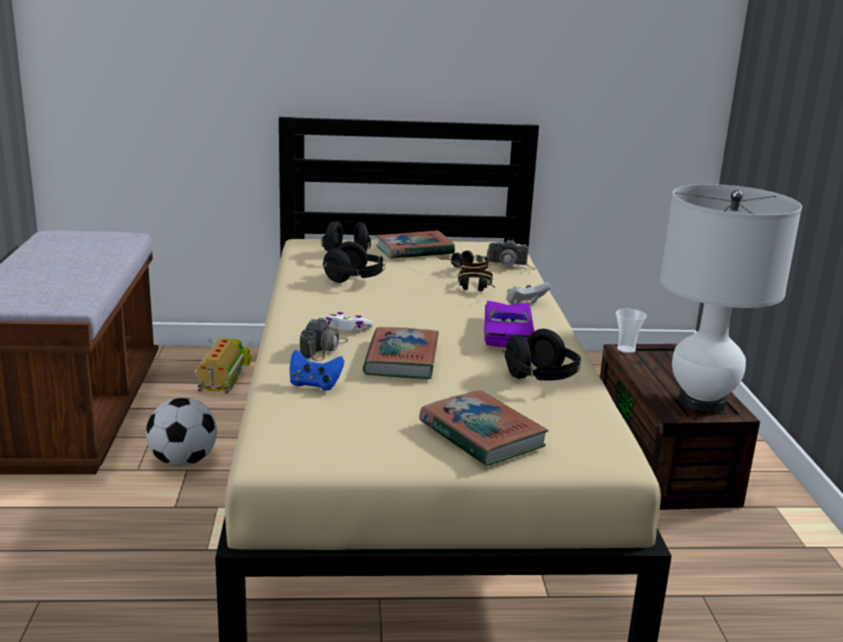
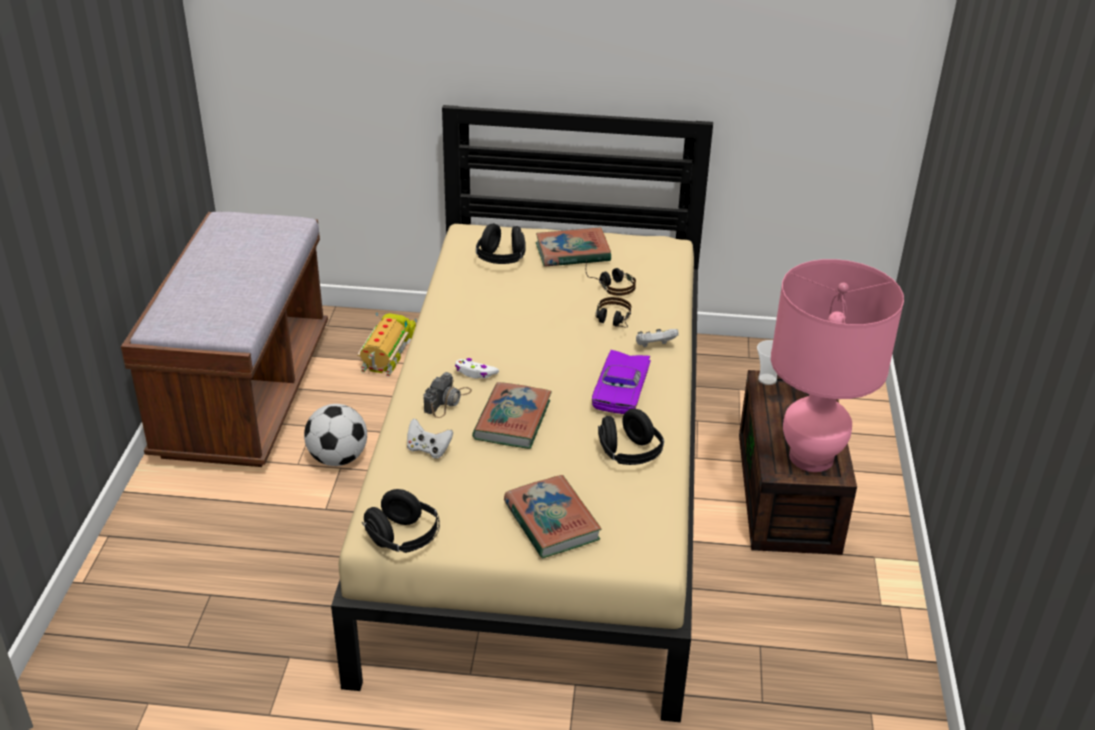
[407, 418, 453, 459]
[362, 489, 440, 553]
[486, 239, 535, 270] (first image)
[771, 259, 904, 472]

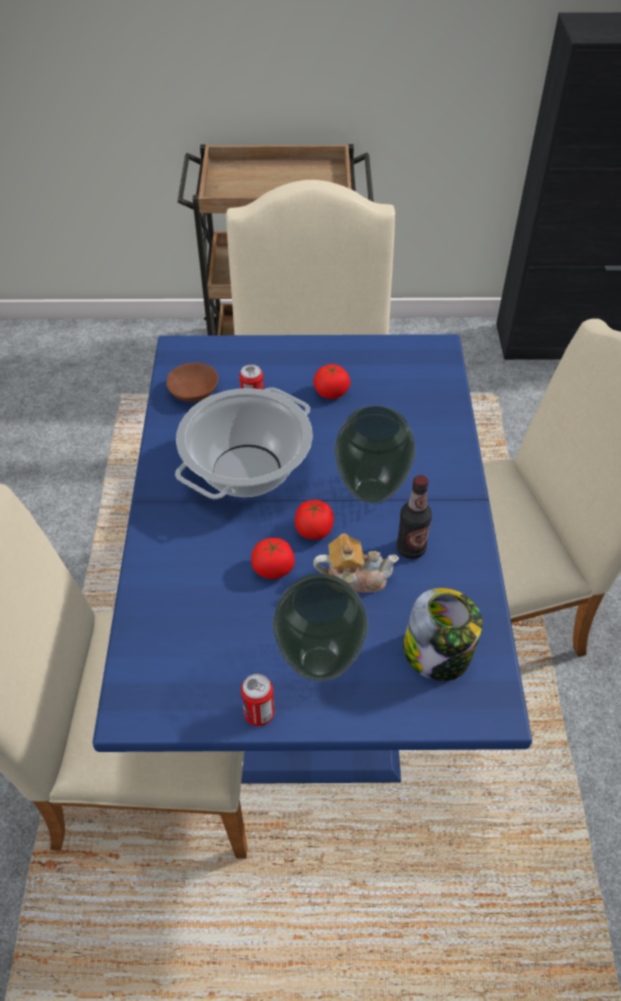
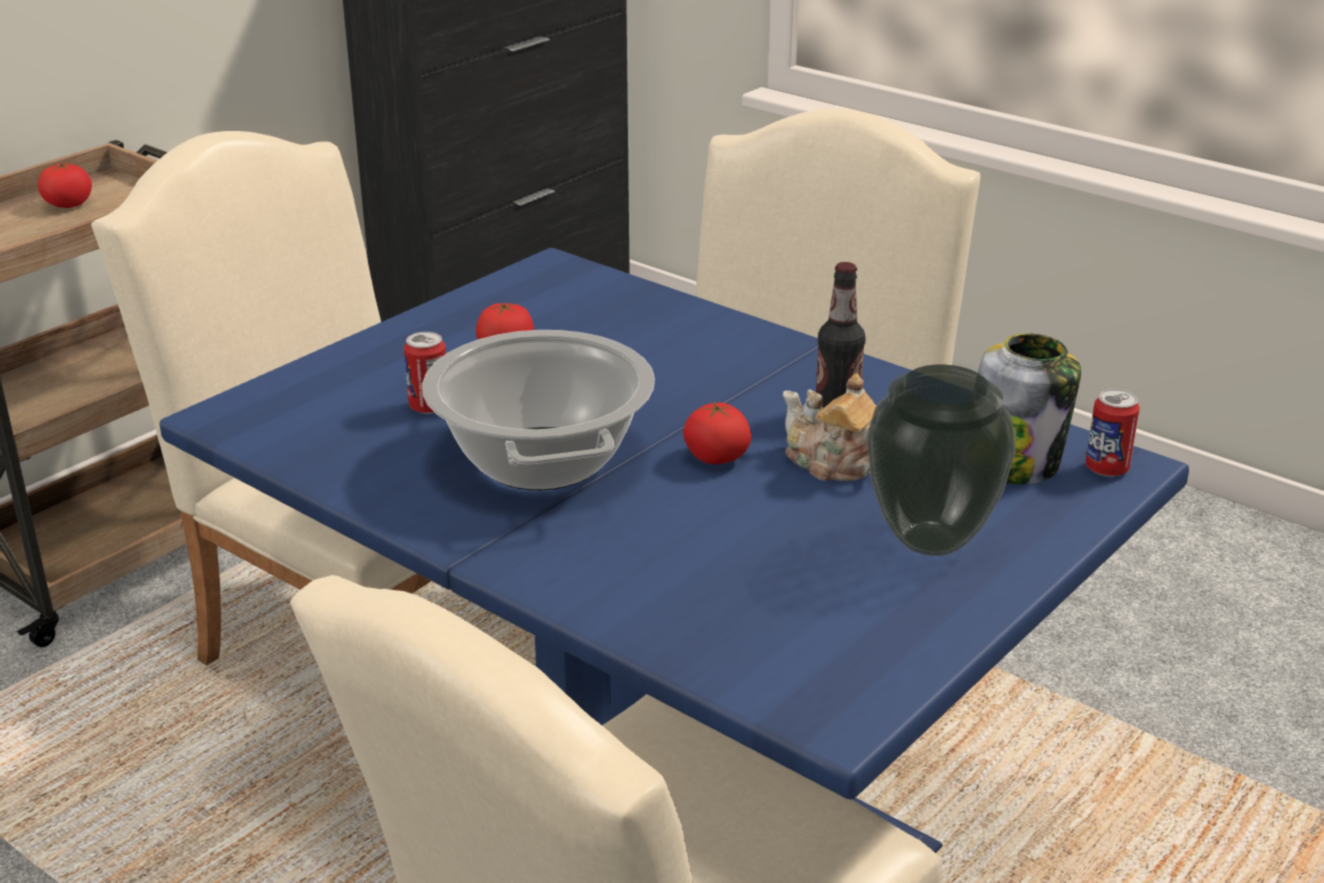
[166, 363, 218, 402] (first image)
[1086, 389, 1140, 477]
[38, 162, 92, 208]
[783, 373, 876, 481]
[334, 406, 416, 503] (first image)

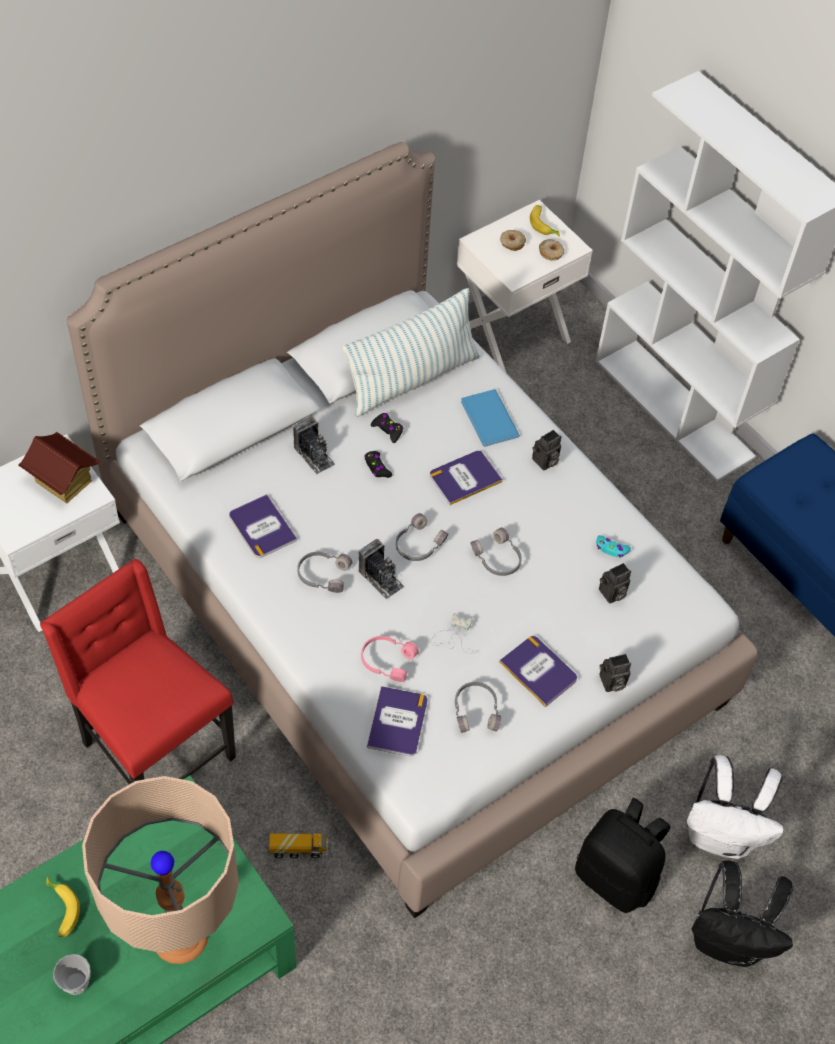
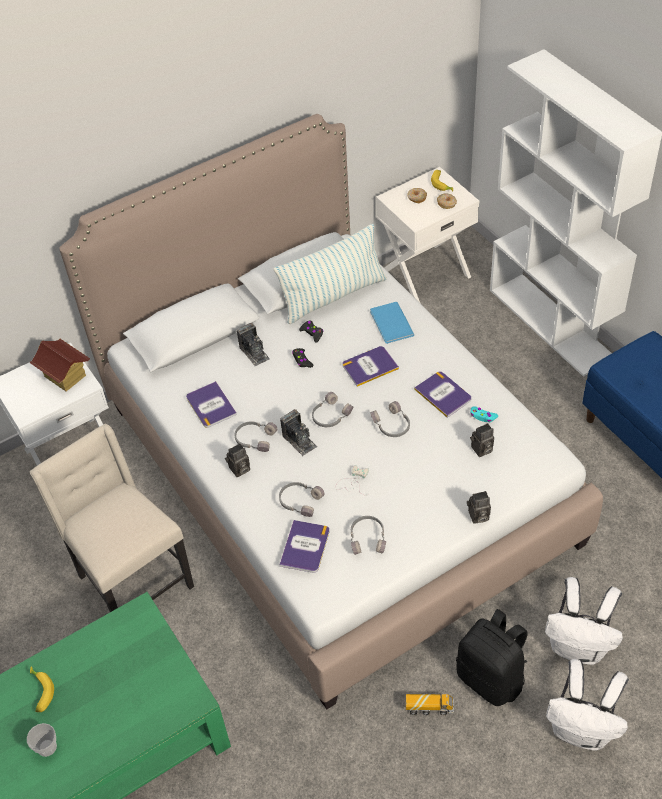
[30, 424, 194, 612]
[82, 776, 239, 964] (first image)
[406, 694, 454, 715]
[279, 482, 324, 517]
[414, 371, 471, 418]
[225, 443, 250, 477]
[546, 659, 629, 751]

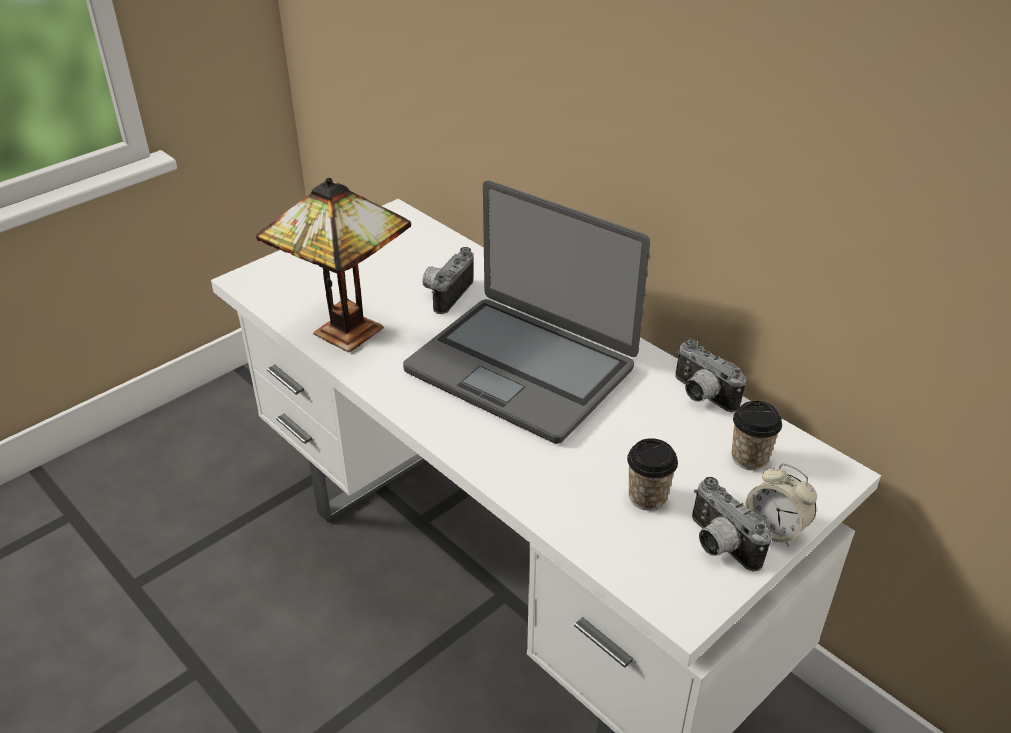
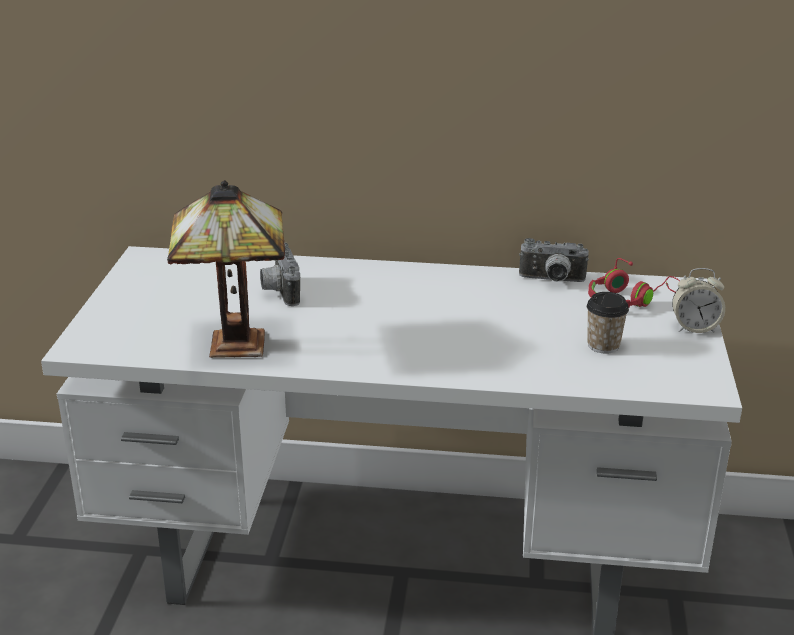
[403, 180, 650, 444] (first image)
[692, 477, 772, 572] (first image)
[588, 258, 680, 308]

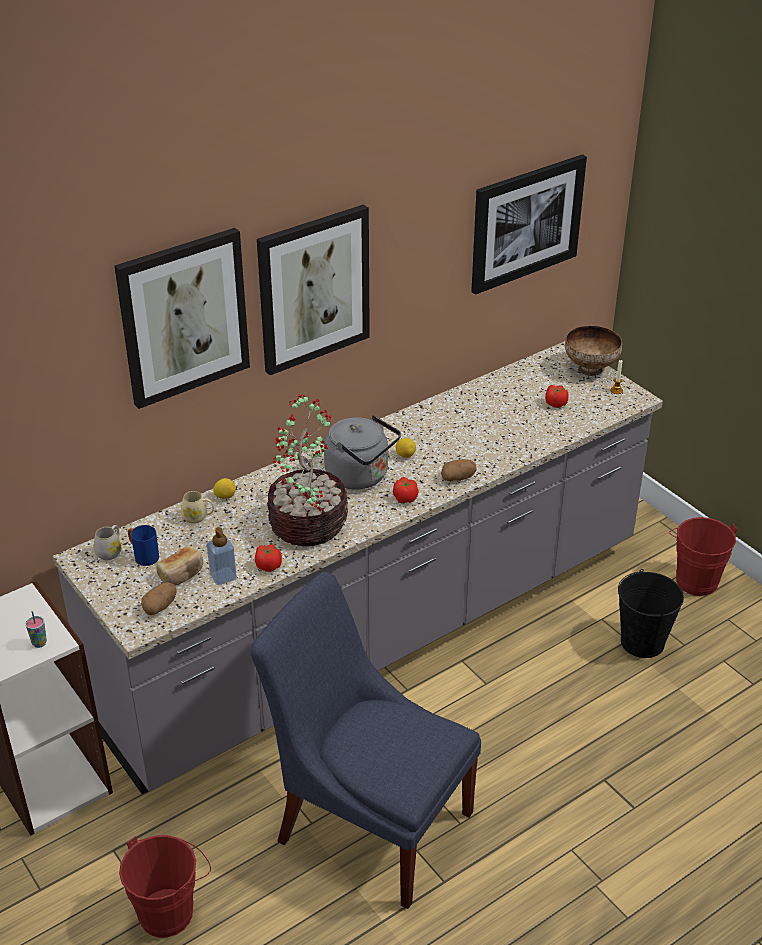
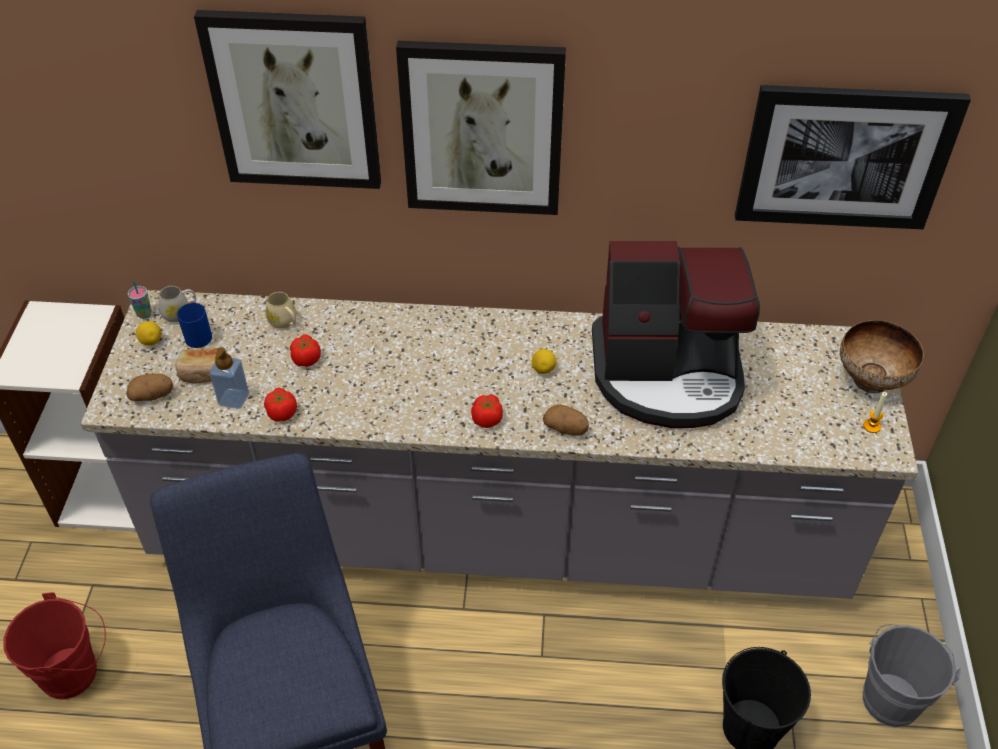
[128, 281, 152, 319]
[136, 321, 161, 346]
[267, 394, 348, 547] (first image)
[324, 415, 401, 490] (first image)
[290, 335, 321, 367]
[862, 624, 961, 728]
[592, 241, 760, 428]

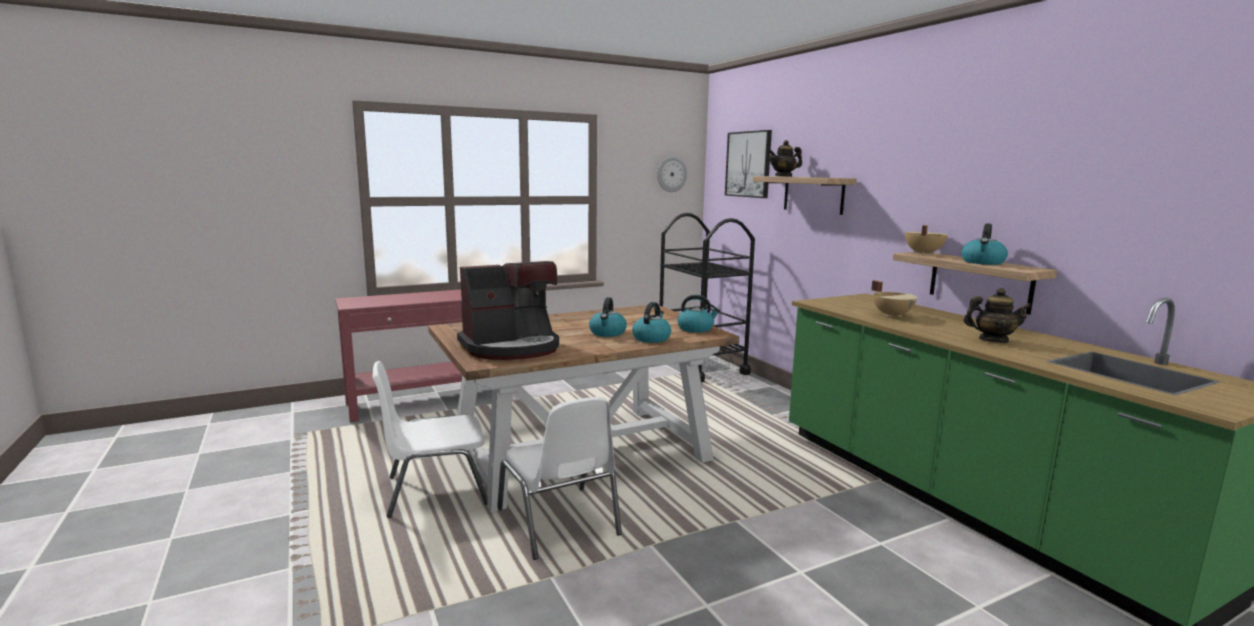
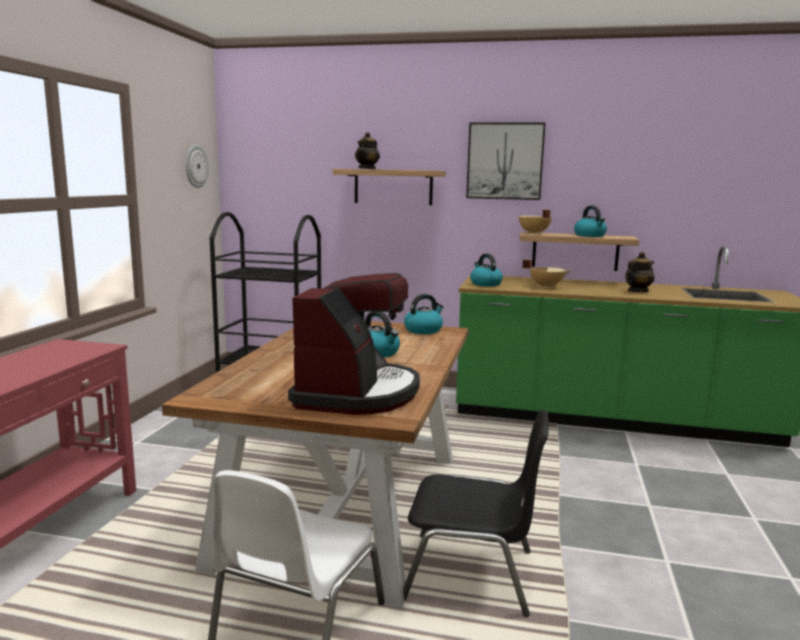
[403, 409, 549, 617]
[470, 254, 503, 286]
[466, 122, 545, 200]

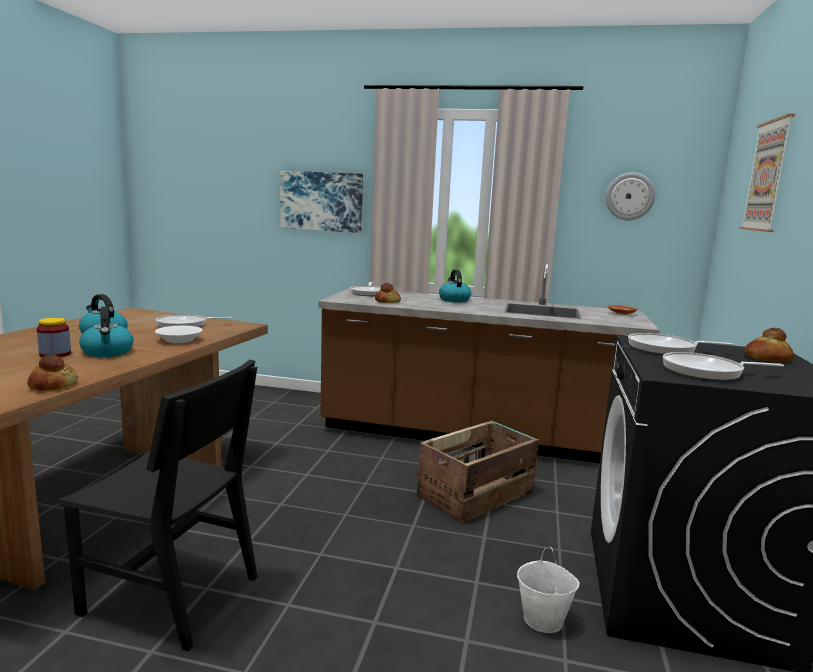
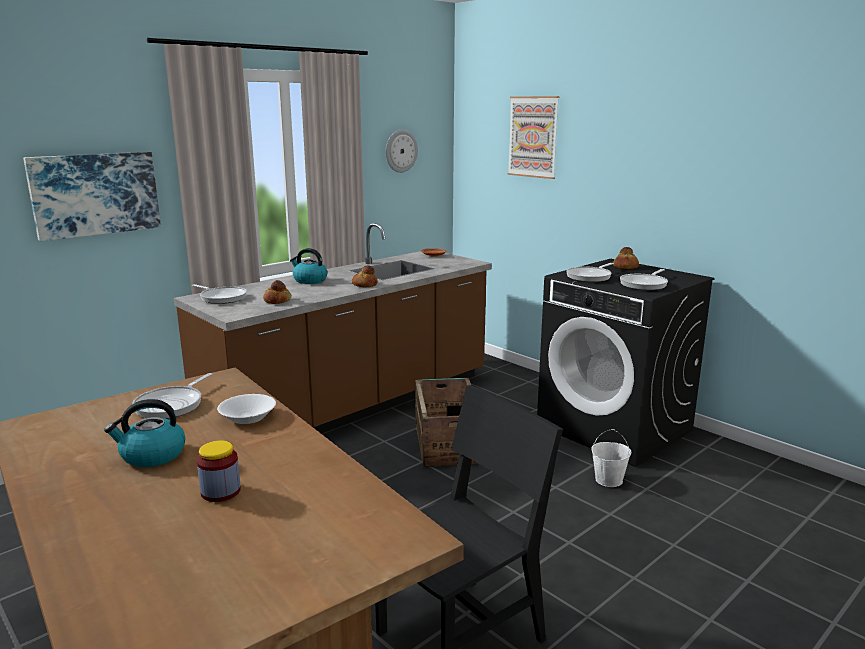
[352, 265, 378, 287]
[79, 307, 134, 357] (first image)

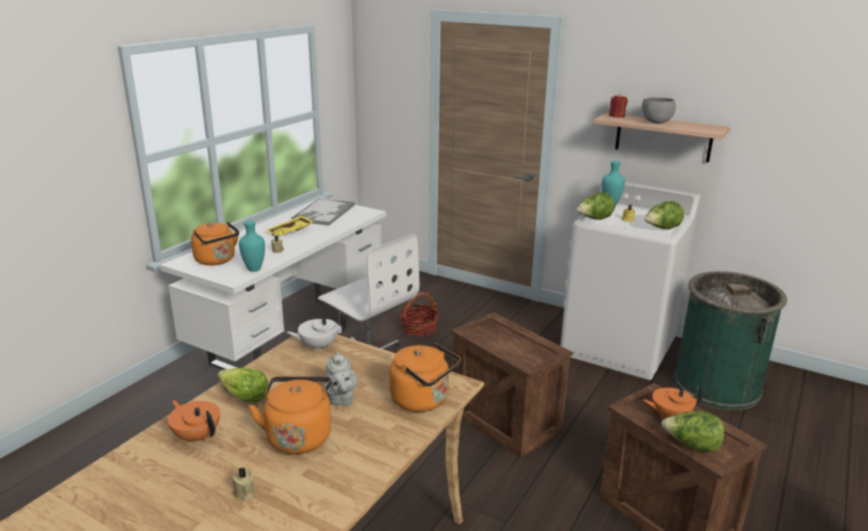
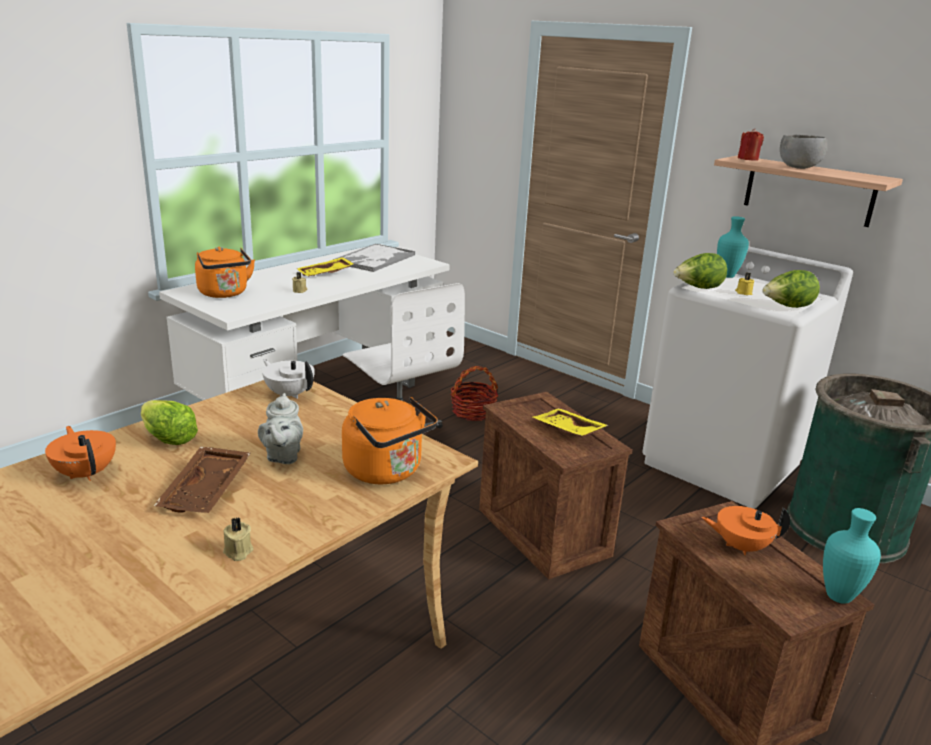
[223, 517, 253, 561]
[823, 508, 881, 604]
[154, 447, 251, 513]
[262, 359, 315, 399]
[661, 412, 724, 452] (first image)
[533, 408, 609, 437]

